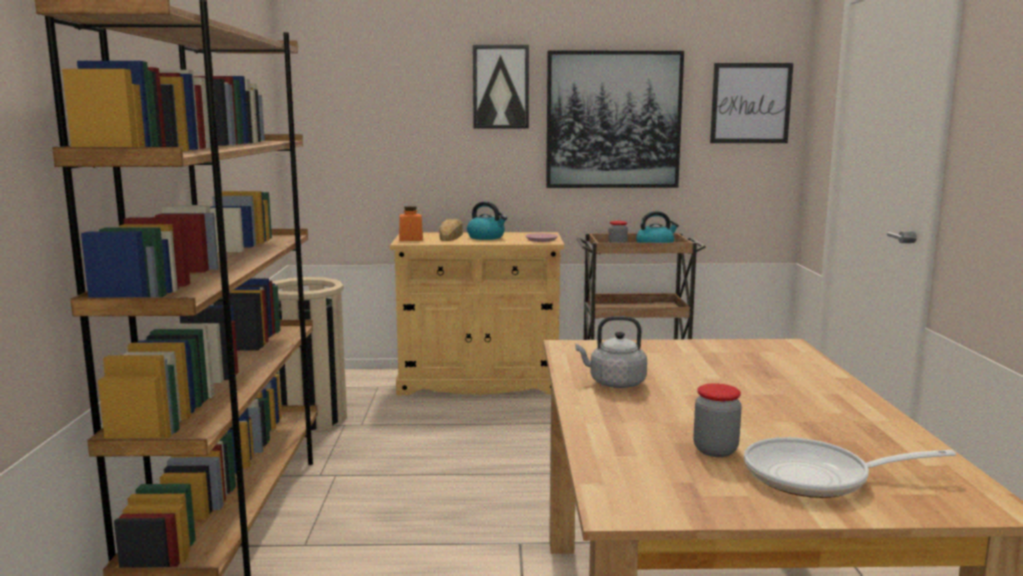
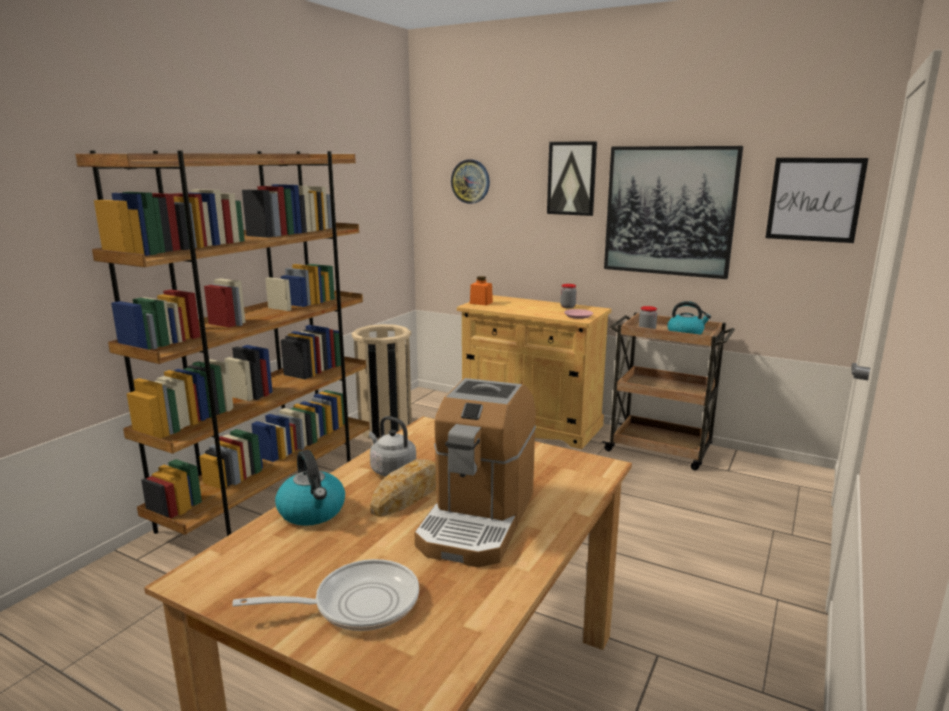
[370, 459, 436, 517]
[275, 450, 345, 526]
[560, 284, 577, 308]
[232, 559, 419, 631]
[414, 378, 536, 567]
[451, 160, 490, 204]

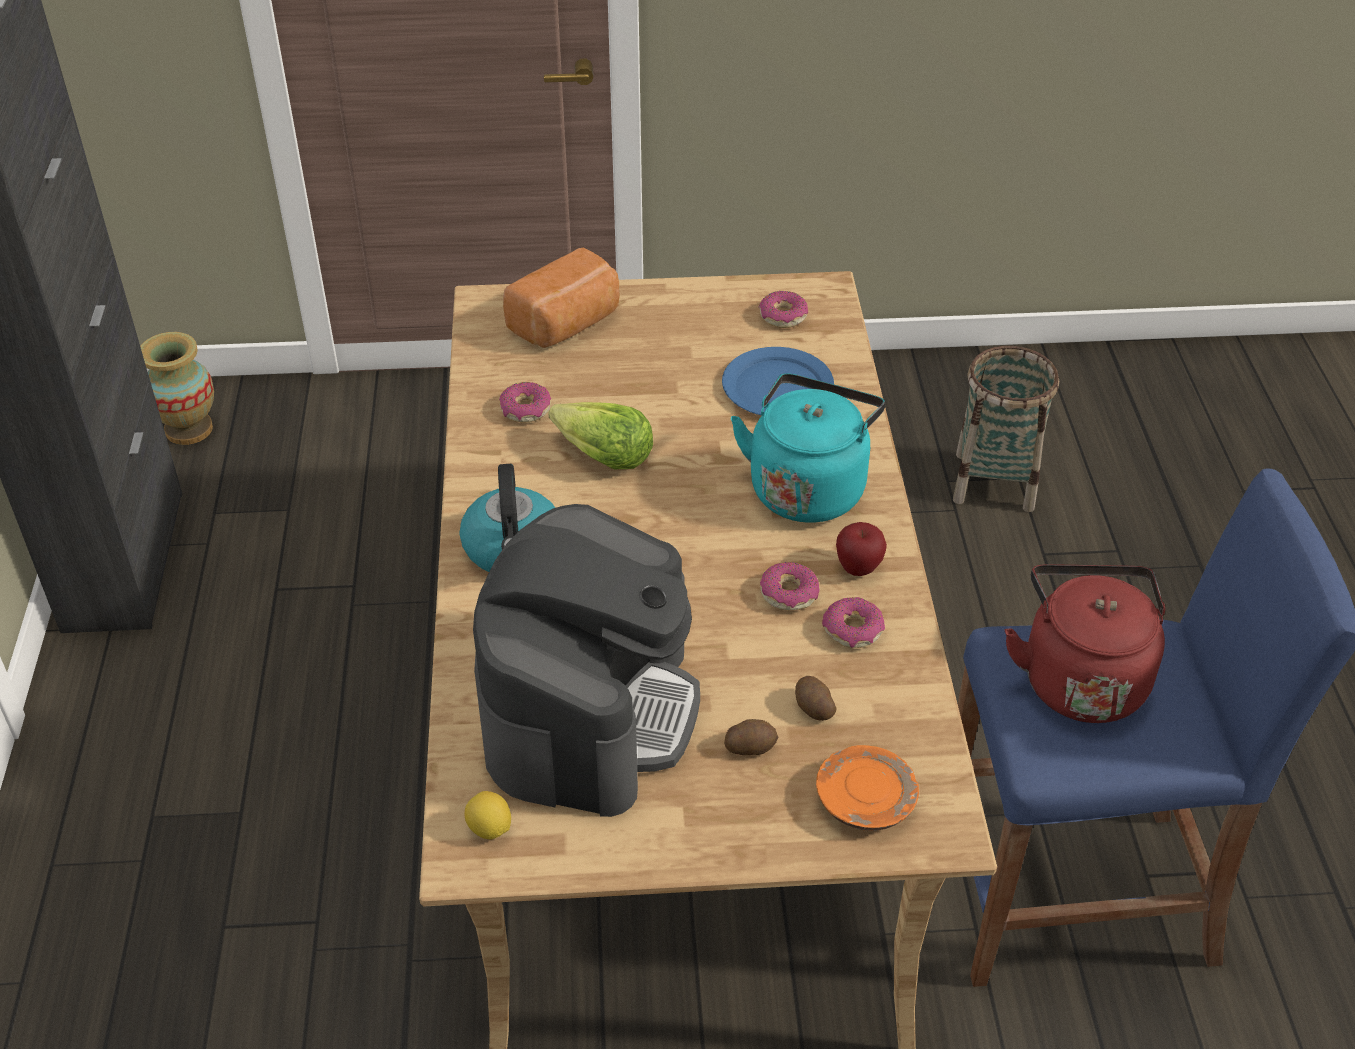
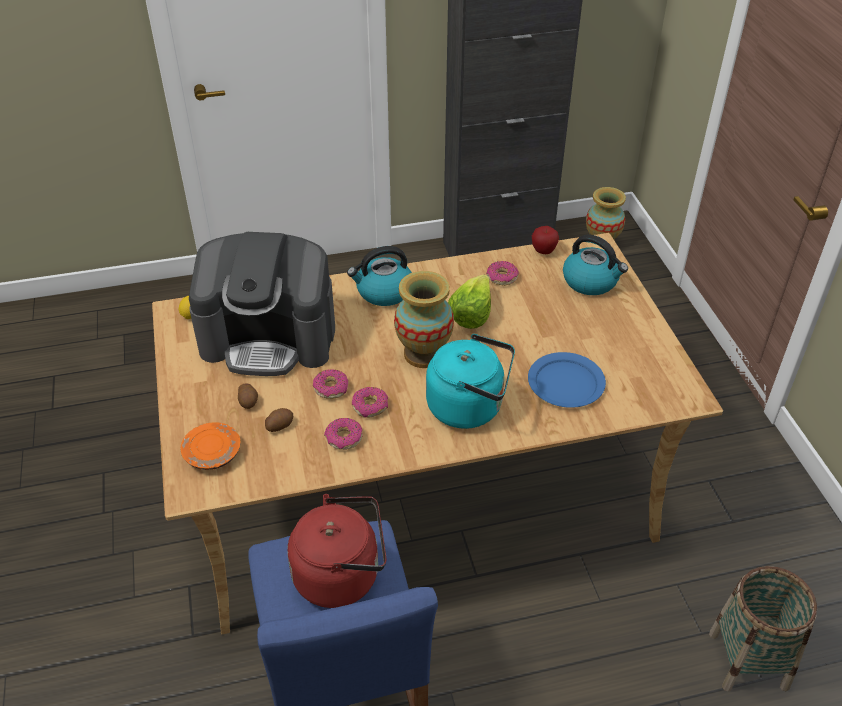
[563, 235, 628, 295]
[313, 369, 348, 399]
[532, 226, 559, 254]
[394, 271, 454, 368]

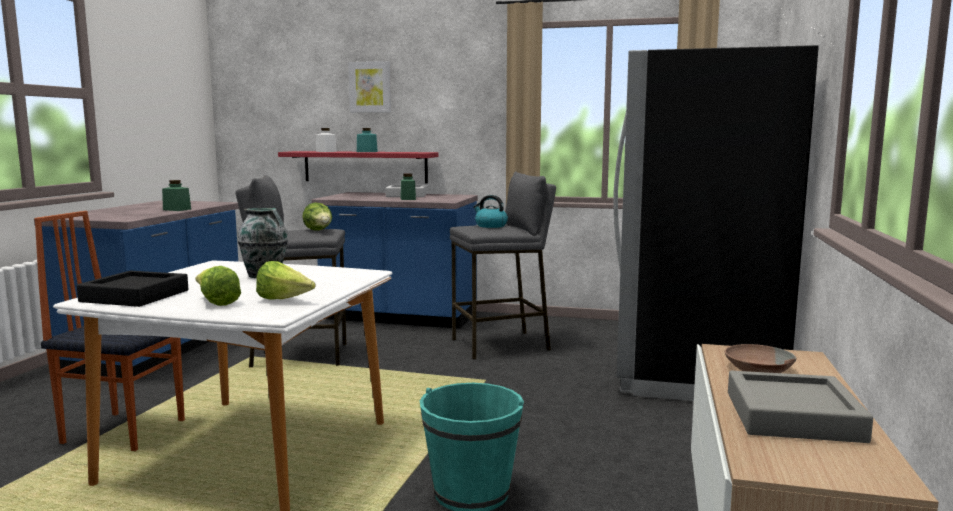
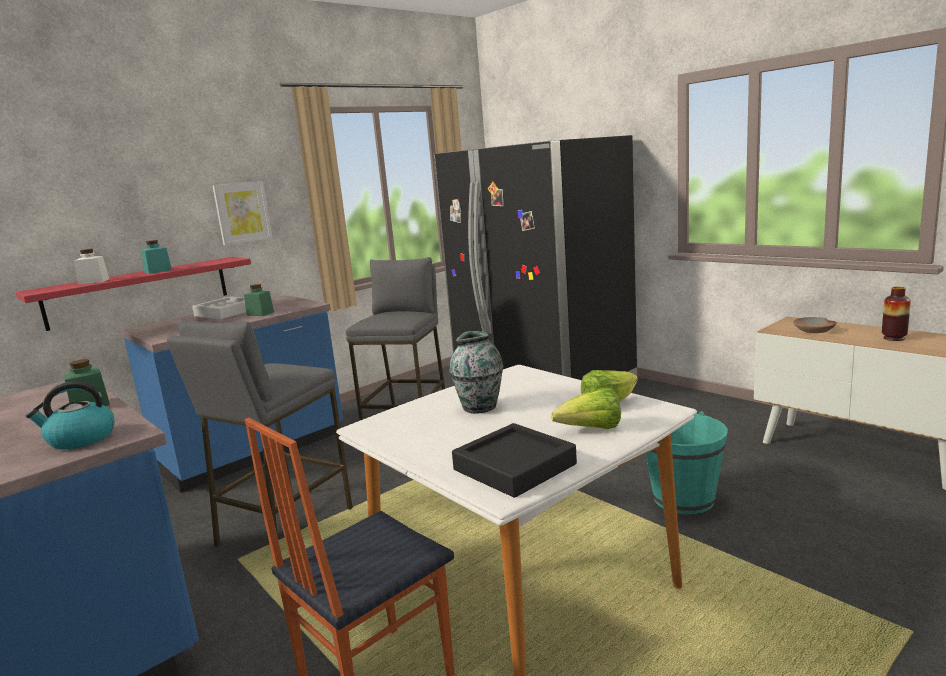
[302, 203, 332, 231] (first image)
[212, 181, 273, 245]
[26, 381, 115, 450]
[882, 287, 911, 341]

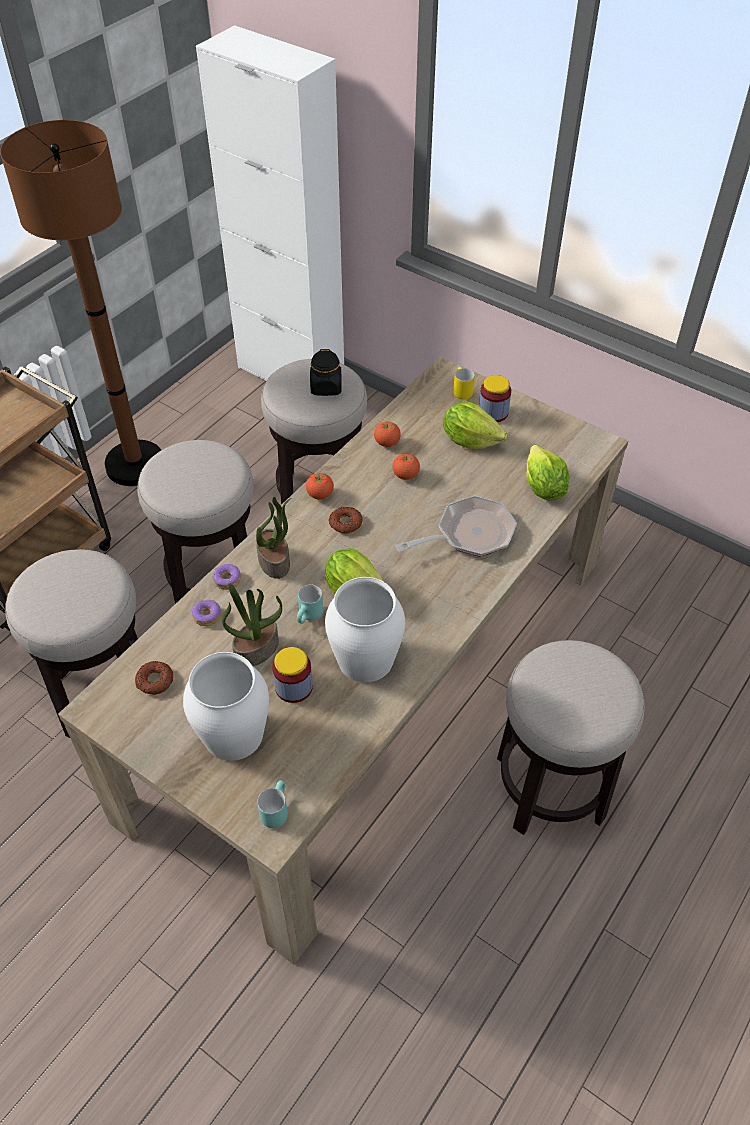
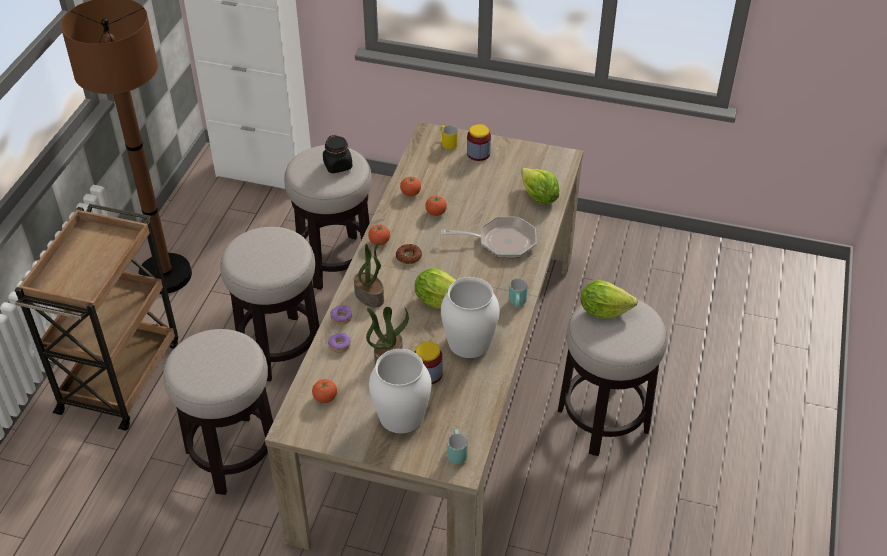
[312, 379, 337, 403]
[509, 278, 528, 308]
[441, 217, 537, 258]
[581, 280, 638, 319]

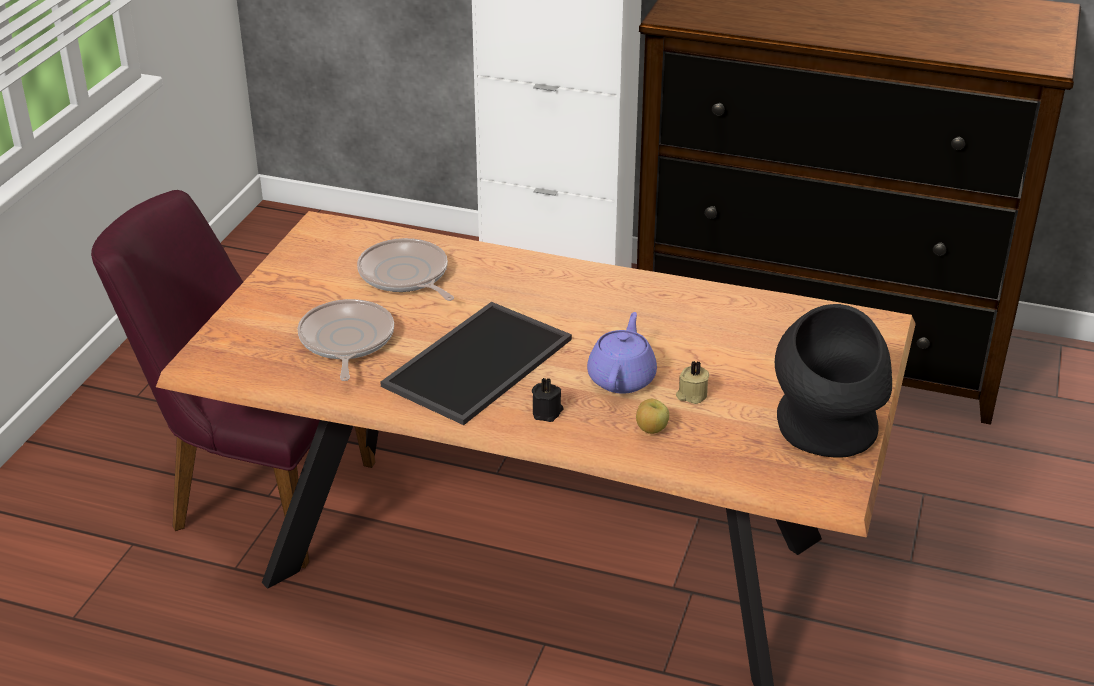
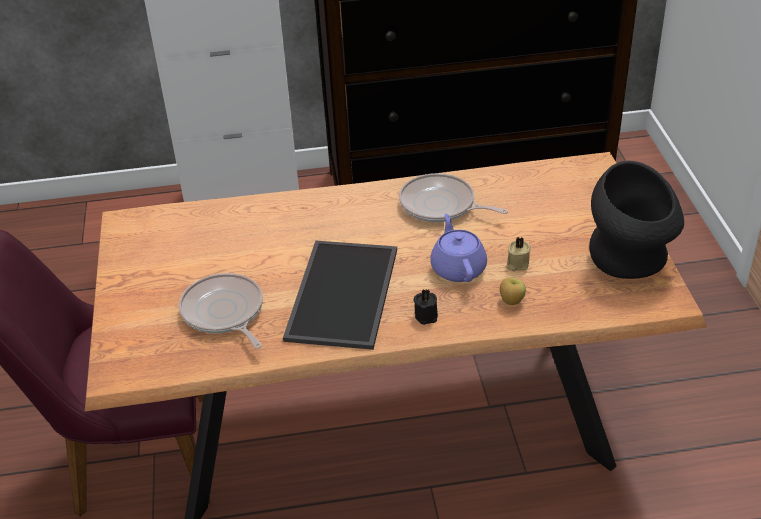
[399, 173, 508, 222]

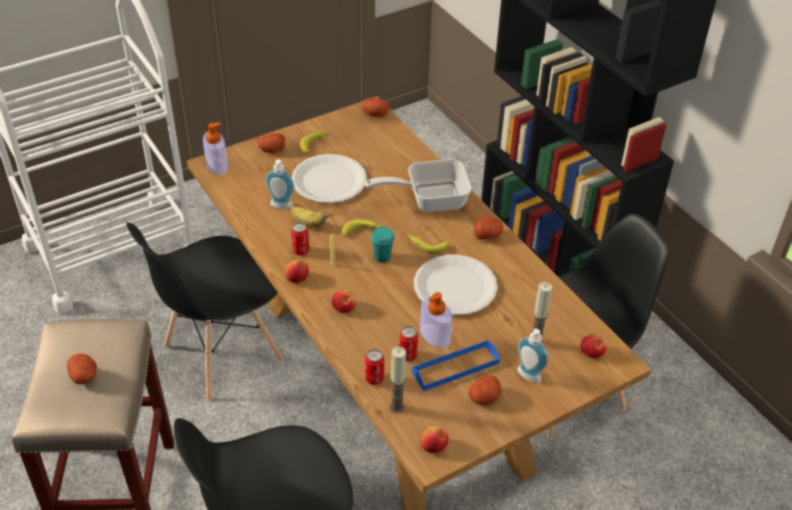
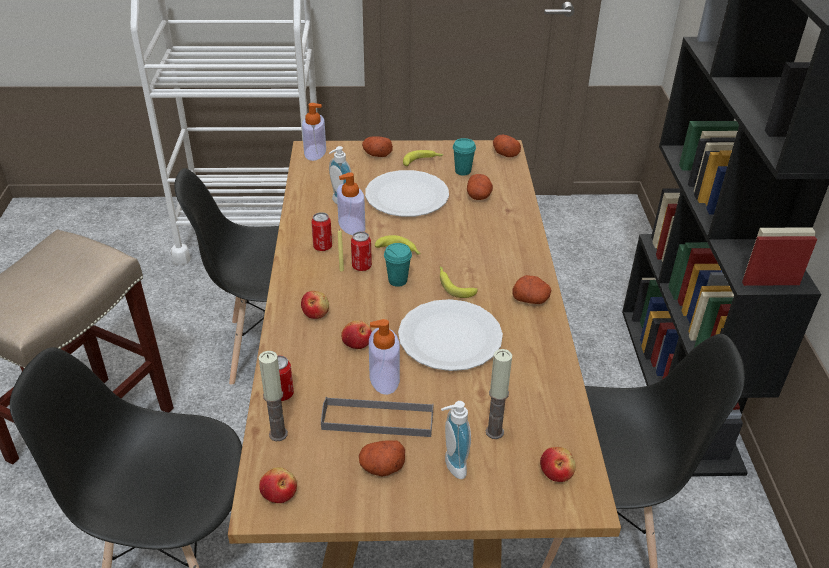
[467, 174, 493, 200]
[341, 321, 372, 349]
[337, 172, 365, 235]
[365, 159, 472, 212] (first image)
[351, 231, 372, 271]
[321, 397, 433, 437]
[453, 138, 476, 175]

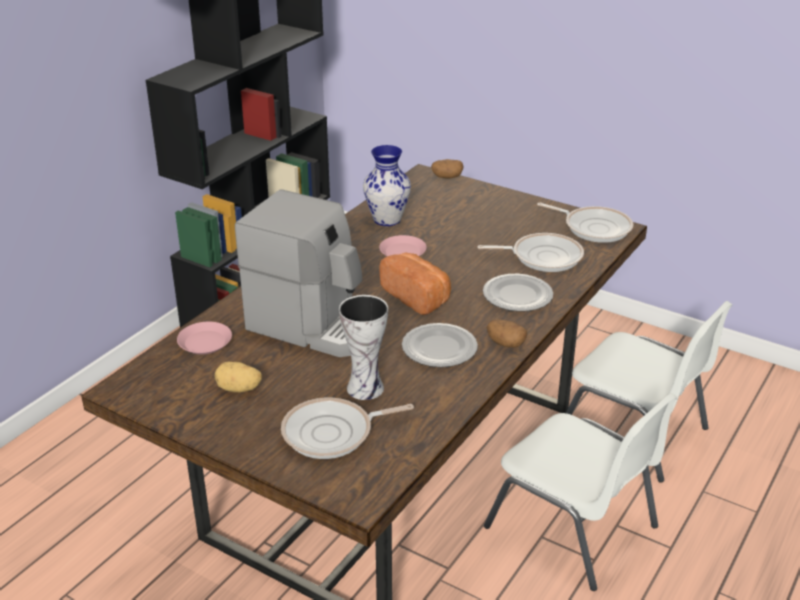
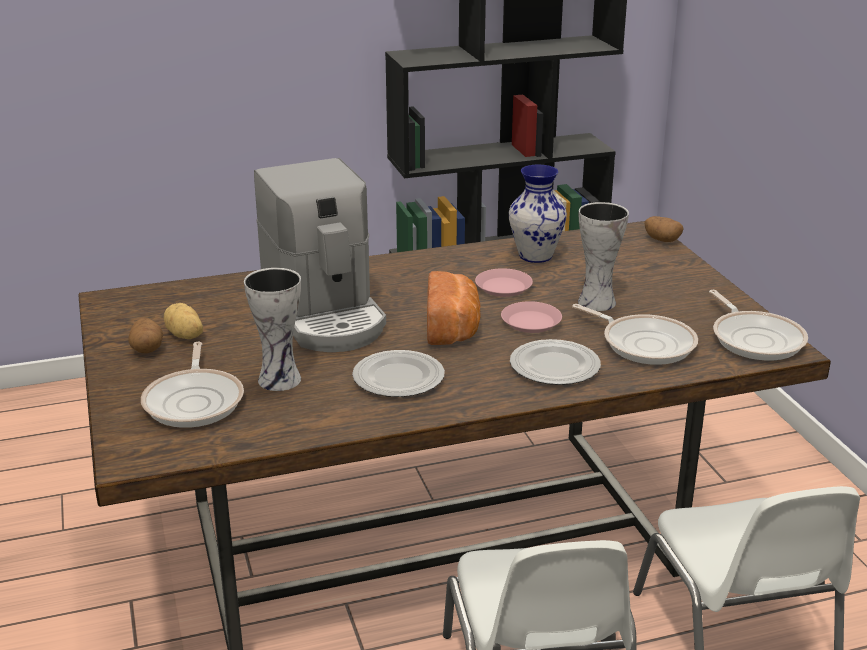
[501, 301, 562, 333]
[141, 342, 244, 428]
[128, 318, 163, 353]
[578, 202, 629, 311]

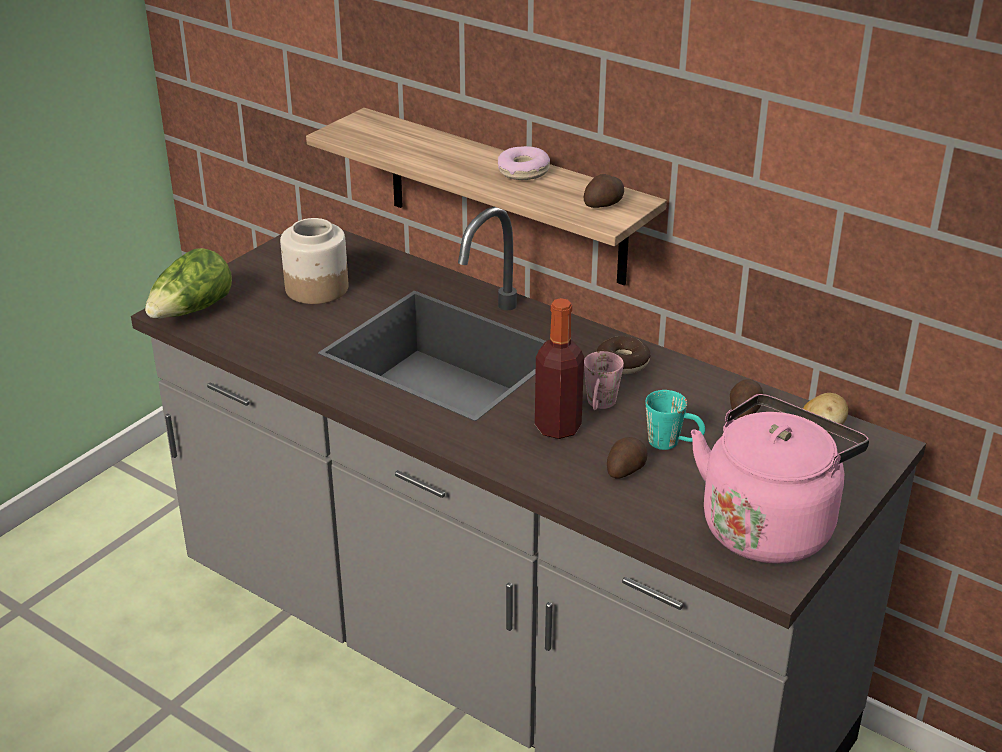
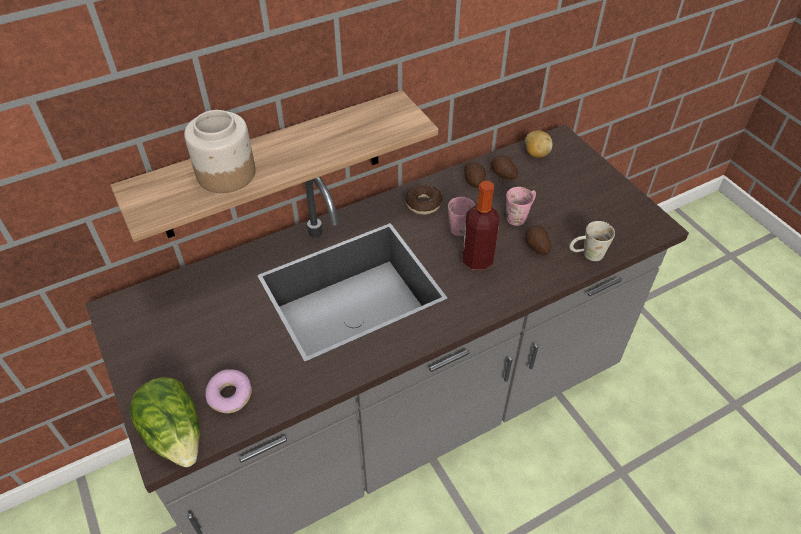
[184, 110, 256, 193]
[205, 369, 252, 413]
[464, 162, 486, 188]
[506, 187, 536, 226]
[691, 394, 869, 564] (first image)
[569, 221, 615, 261]

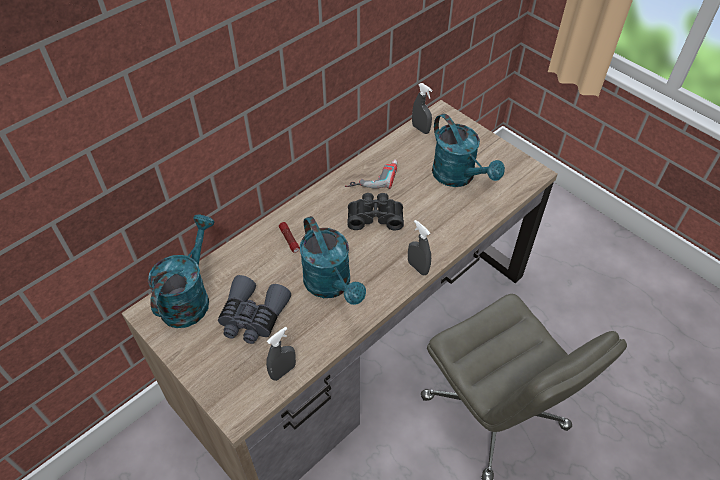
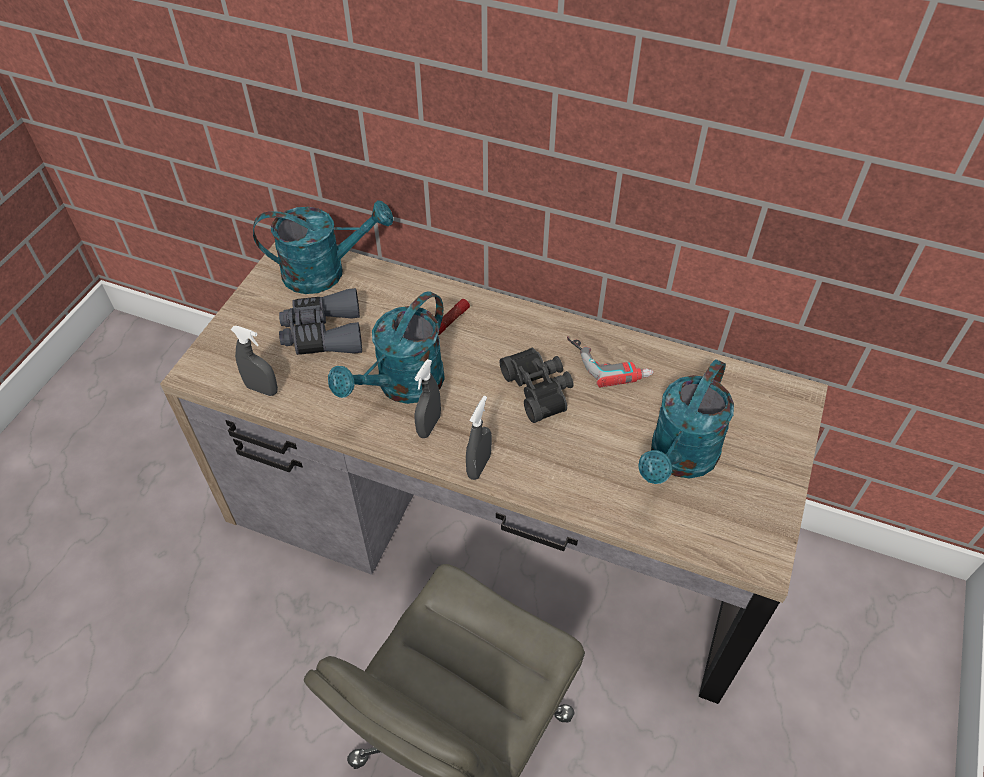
[414, 359, 441, 438]

